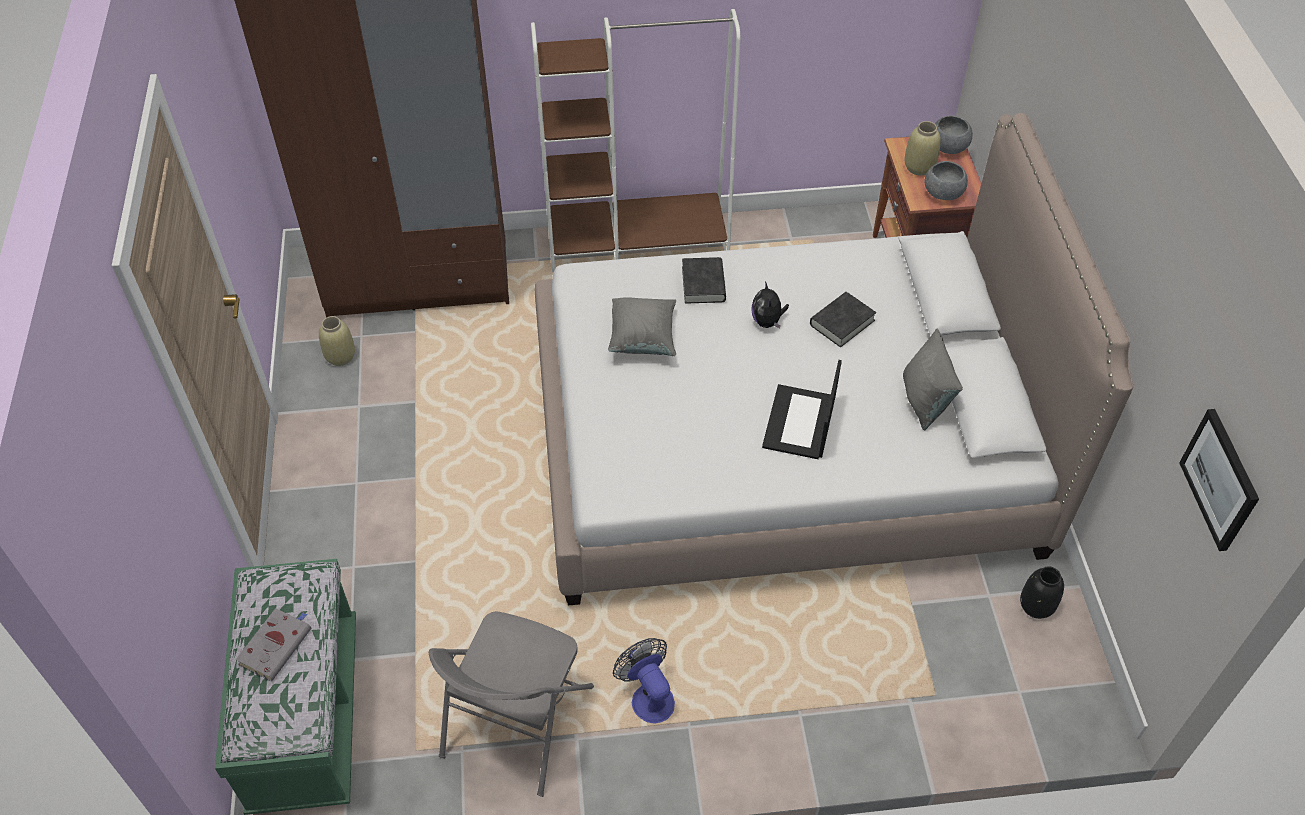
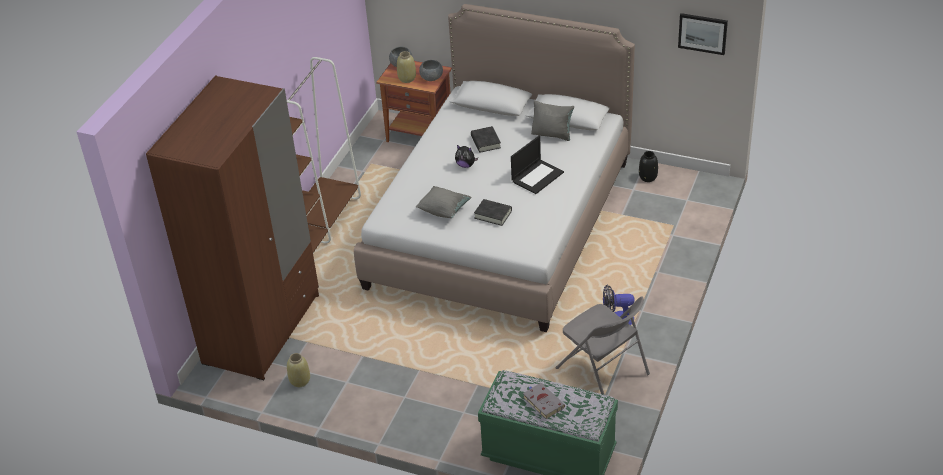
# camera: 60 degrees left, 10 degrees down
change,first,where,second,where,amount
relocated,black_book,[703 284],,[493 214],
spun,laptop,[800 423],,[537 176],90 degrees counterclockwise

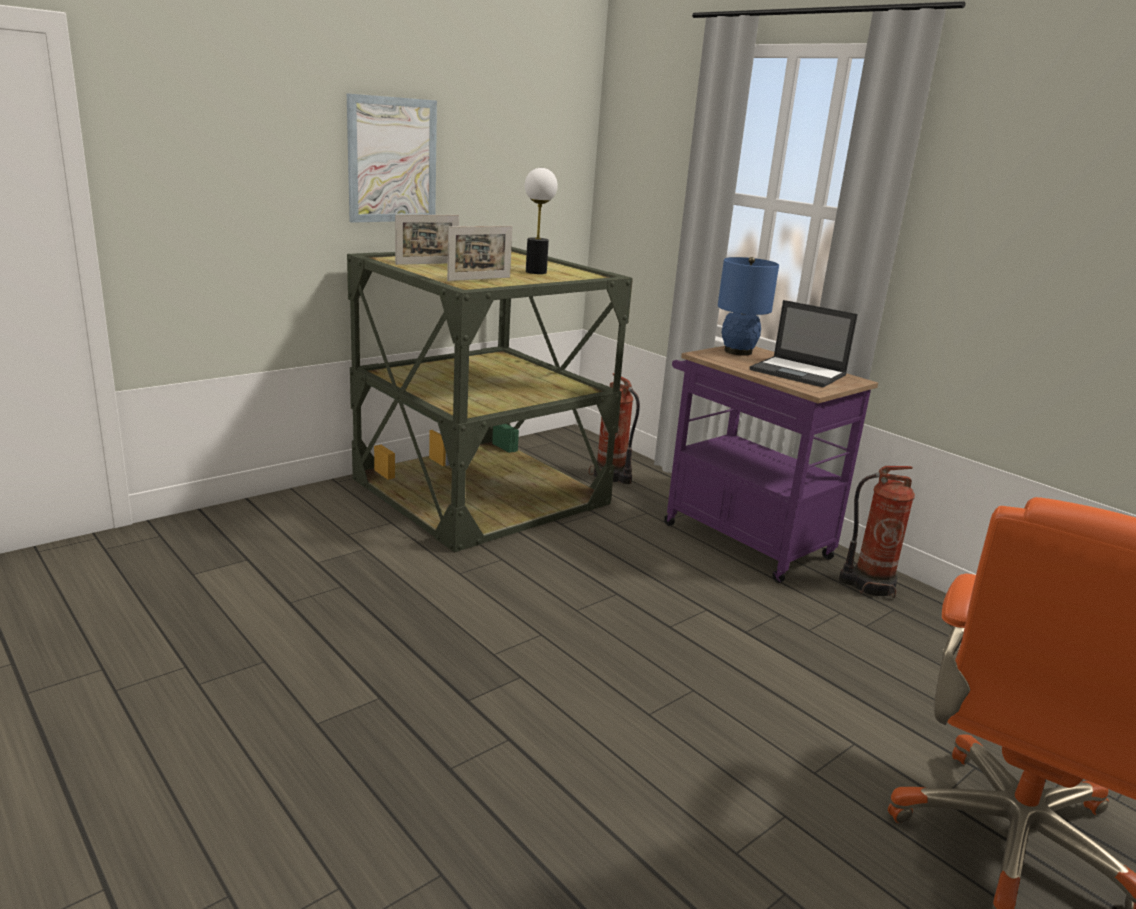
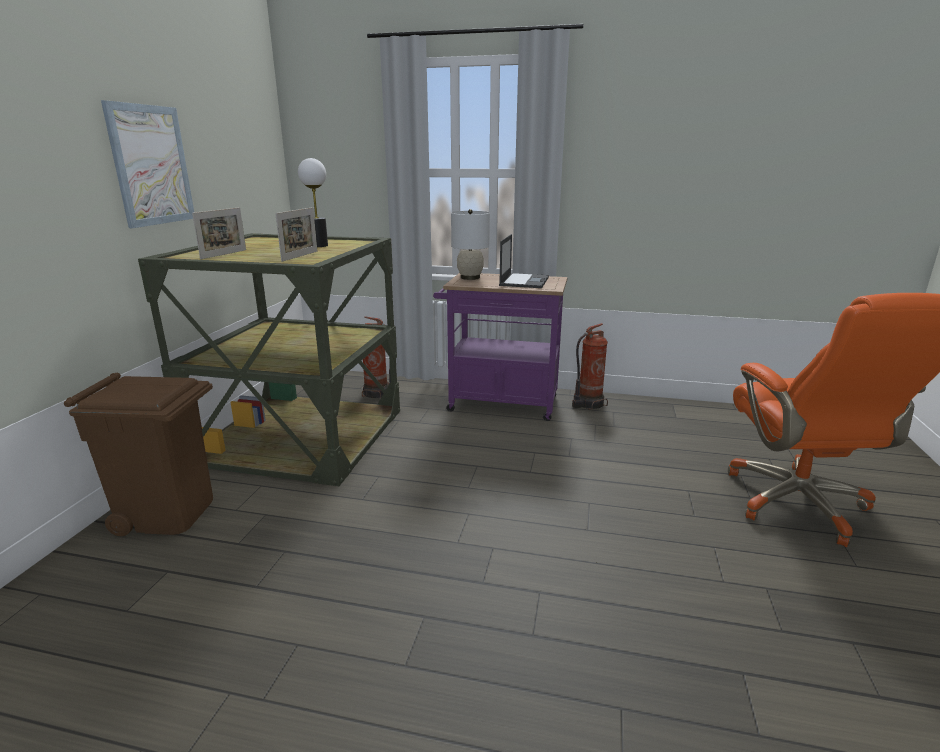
# camera: 35 degrees left, 0 degrees up
change,first,where,second,where,amount
appeared,,,brown_trash_can,[168 513],
colour,blue_table_lamp,[738 352],white_table_lamp,[470 277],
spun,laptop,[799 372],,[524 281],75 degrees counterclockwise

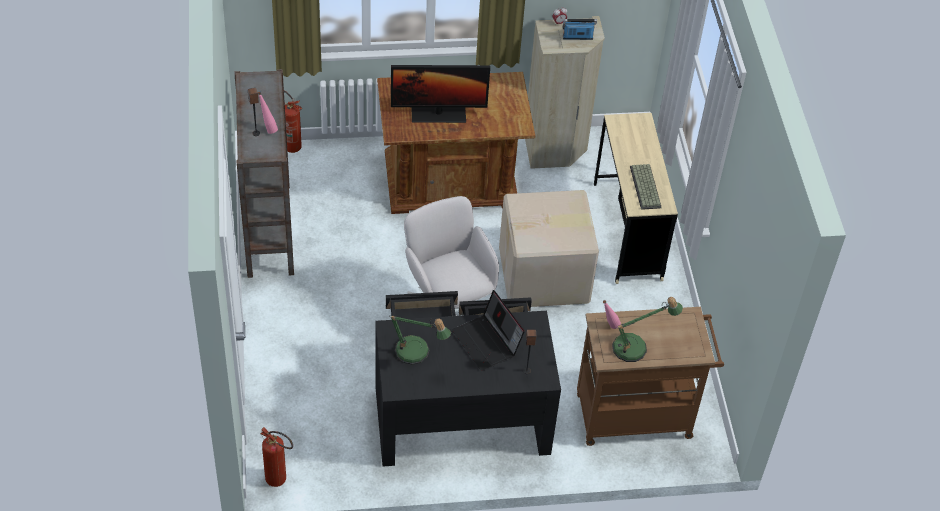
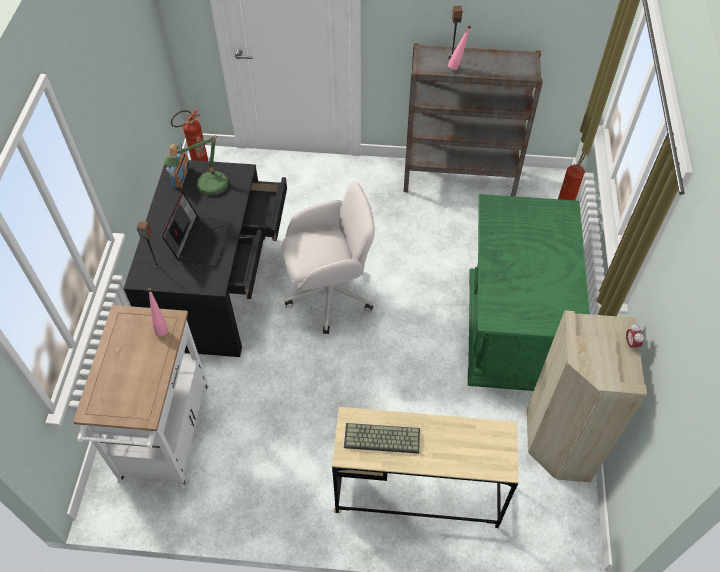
# camera: 105 degrees right, 5 degrees up
change,first,where,second,where,amount
missing,monitor,[438 113],,,
missing,cardboard_box,[545 276],,,
missing,table_lamp,[635 348],,,
relocated,radio,[577 37],,[181 177],
colour,brown_cabinet,[451 180],green_cabinet,[512 329],
colour,brown_cart,[637 416],white_cart,[164 436],
spun,laptop,[488 342],,[201 240],120 degrees clockwise

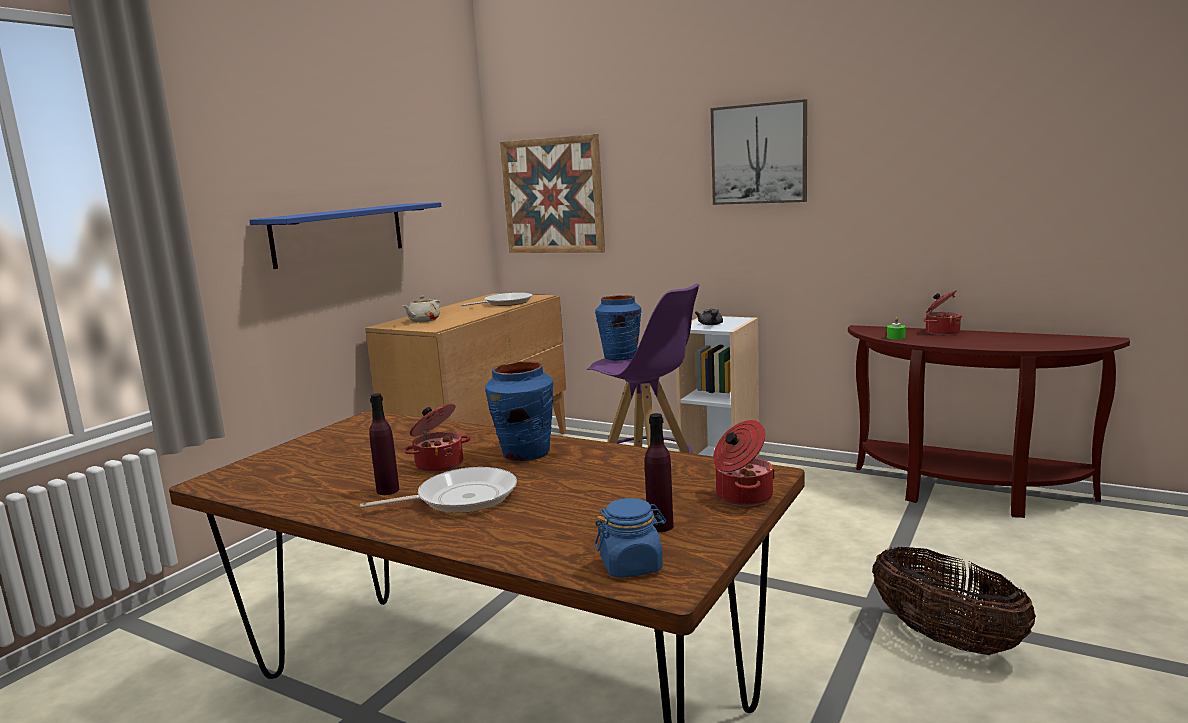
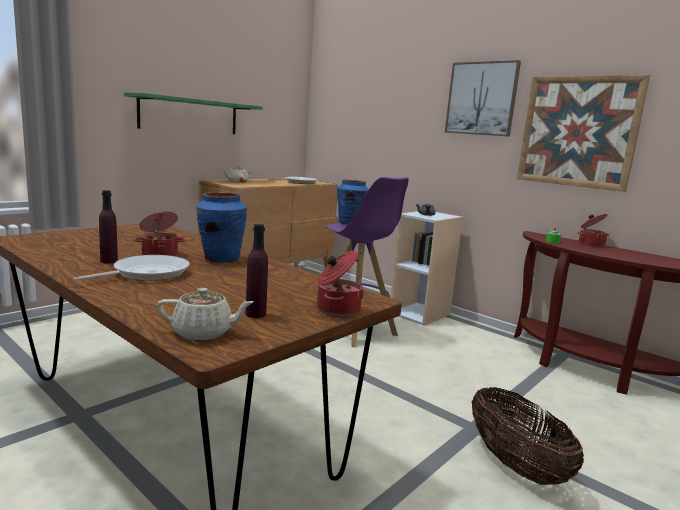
# camera: 10 degrees right, 0 degrees up
change,first,where,second,where,amount
relocated,picture,[552 196],,[578 132],
exchanged,blue_jar,[632 566],beige_teapot,[204 333],
colour,blue_shelf,[339 234],green_shelf,[189 115],
spun,frying_pan,[461 498],,[147 273],45 degrees counterclockwise

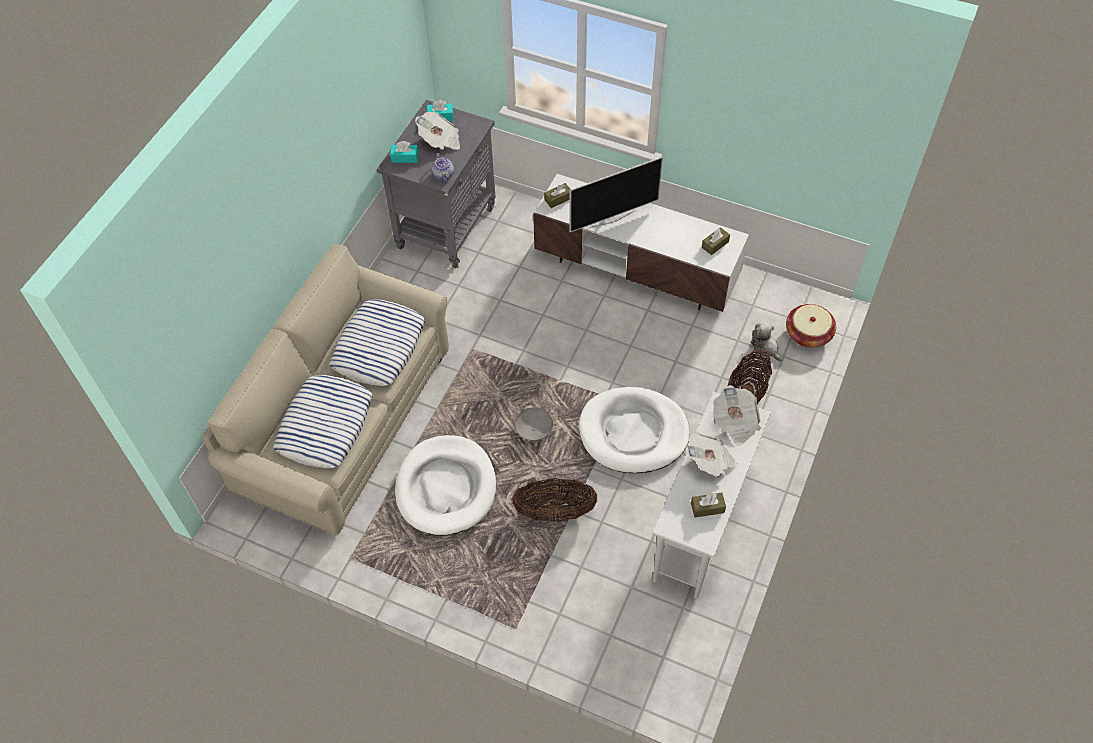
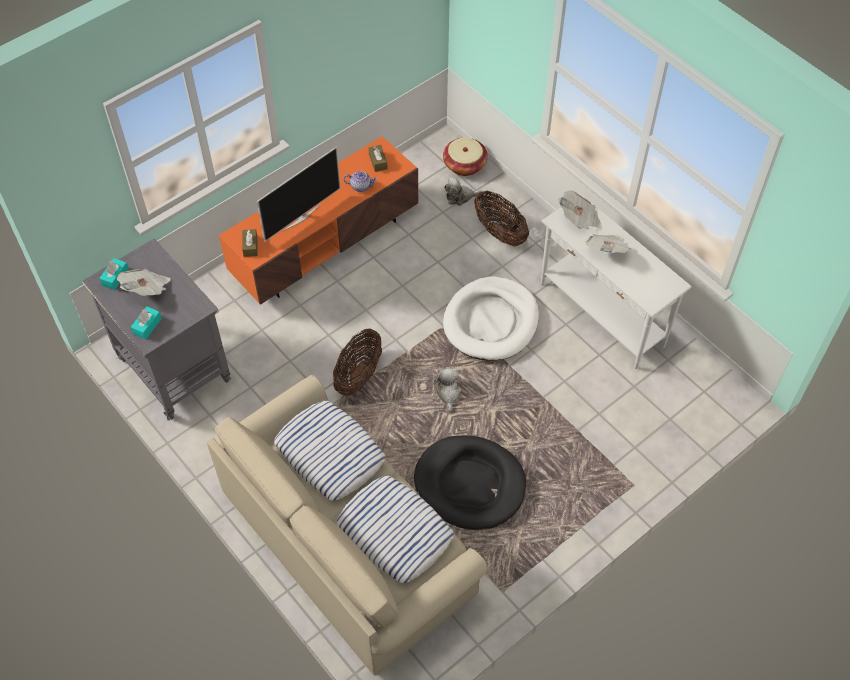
# camera: 65 degrees left, 0 degrees up
change,first,where,second,where,amount
missing,brown_tissue_box,[707 508],,,
relocated,teapot,[444 175],,[361 186],
relocated,basket,[555 512],,[358 375],
exchanged,grey_bowl,[533 430],plush_toy,[448 393],
colour,white_dog_bed,[446 487],black_dog_bed,[469 484],
colour,white_tv_stand,[636 269],orange_tv_stand,[325 246],
spun,television,[612 218],,[300 217],45 degrees clockwise

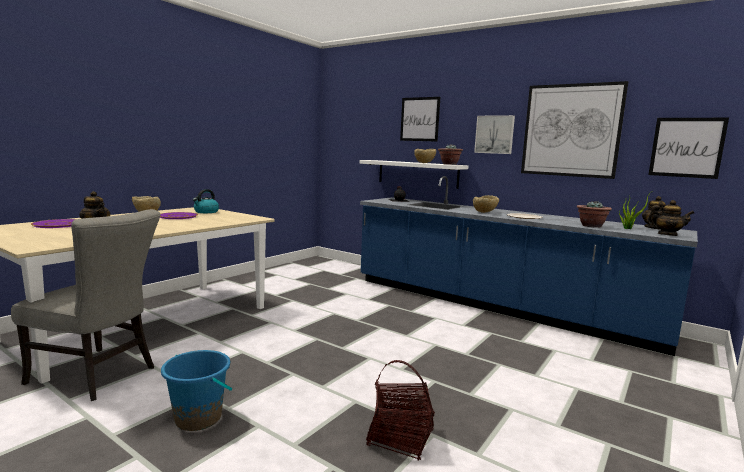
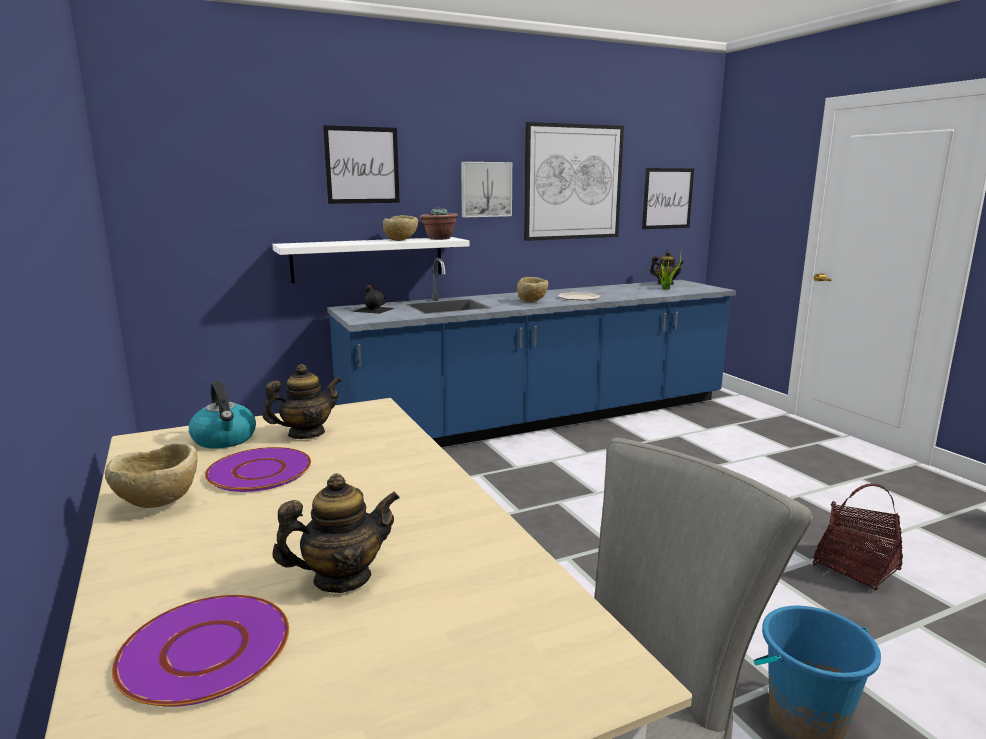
# camera: 60 degrees left, 5 degrees up
change,first,where,second,where,amount
missing,potted_plant,[591 226],,,
relocated,teapot,[667 235],,[306 434],

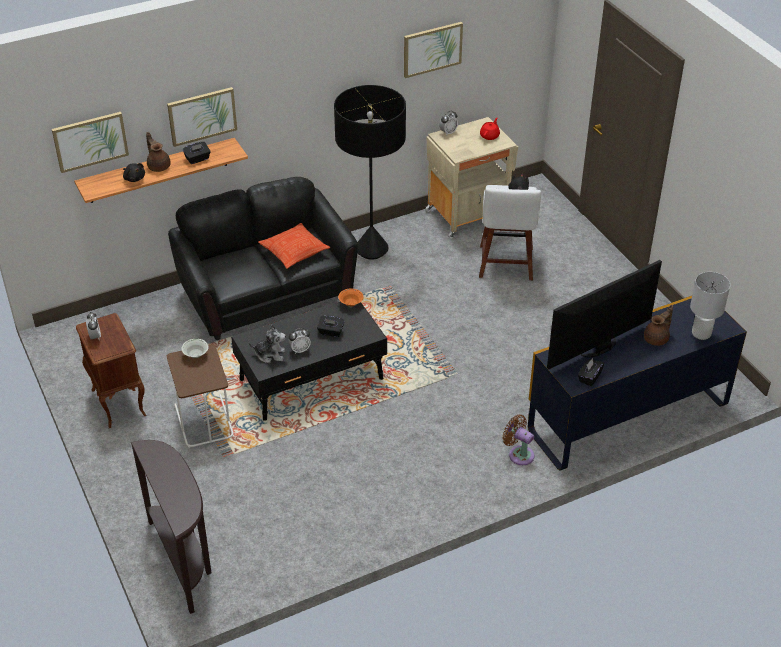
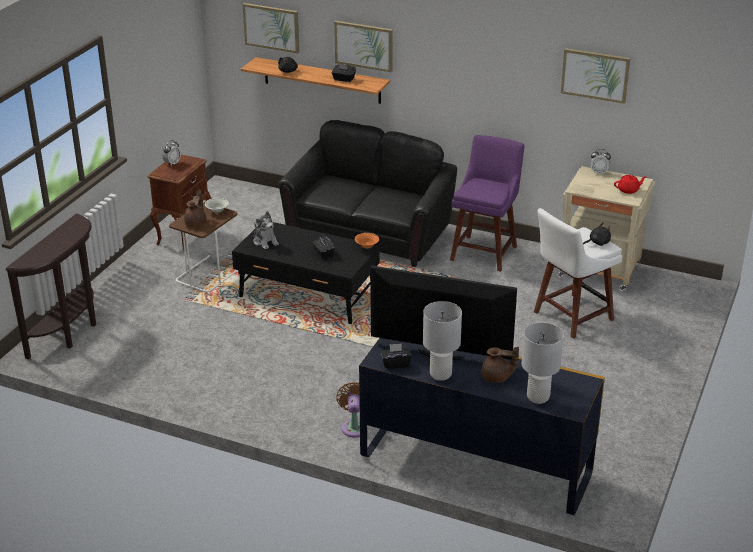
# camera: 50 degrees right, 10 degrees down
change,first,where,second,where,amount
missing,orange_pillow,[294 252],,,
missing,alarm_clock,[300 350],,,
appeared,,,grey_table_lamp,[440 376],
relocated,brown_teapot,[158 166],,[196 223],
exchanged,black_floor_lamp,[371 251],purple_stool,[485 252],

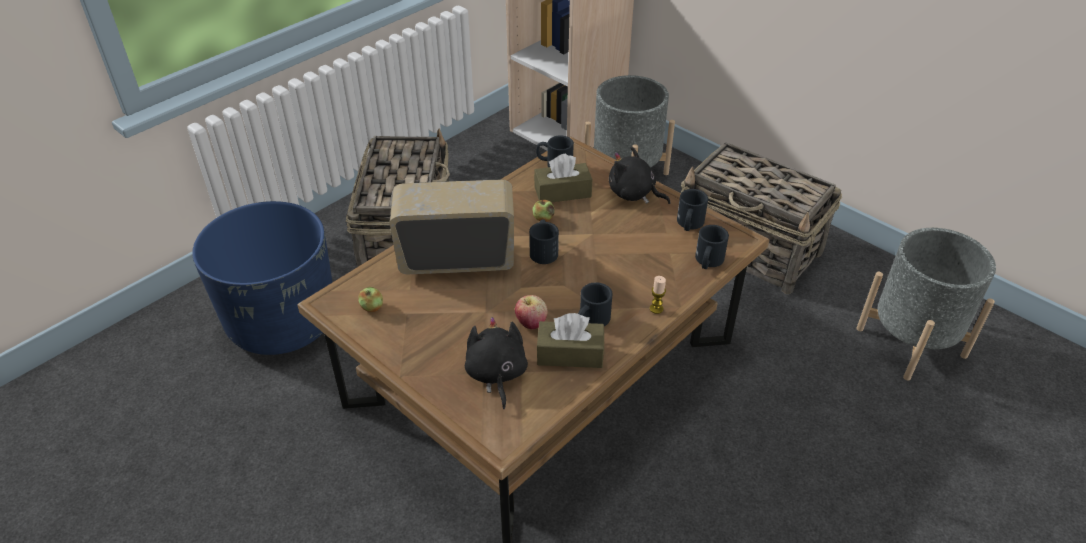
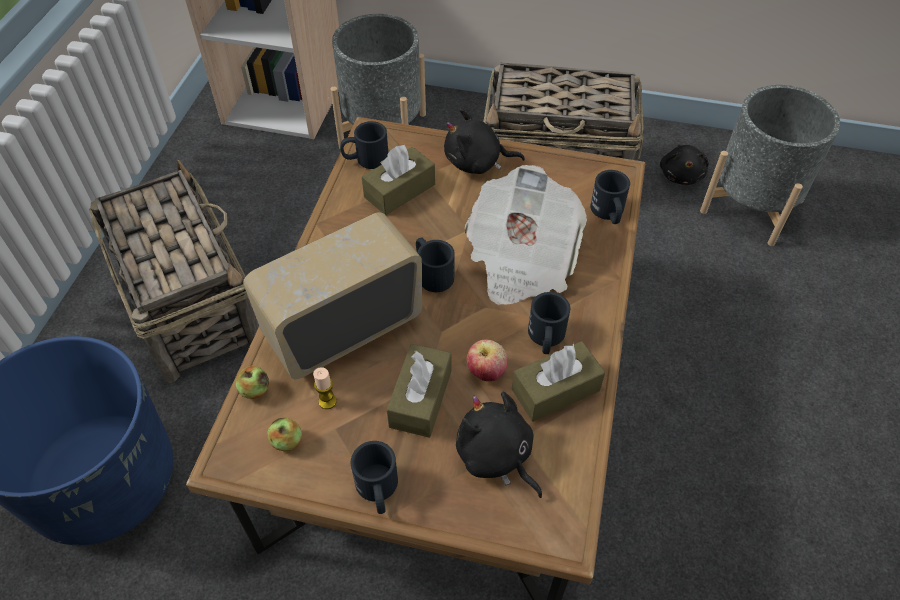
# camera: 30 degrees left, 10 degrees up
change,first,where,second,where,amount
appeared,,,brown_tissue_box,[420 398],
appeared,,,newspaper,[521 259],
appeared,,,black_plush_toy,[681 174],
relocated,apple,[543 218],,[255 390],
relocated,candle,[656 309],,[327 401],
relocated,black_mug,[689 224],,[378 490],

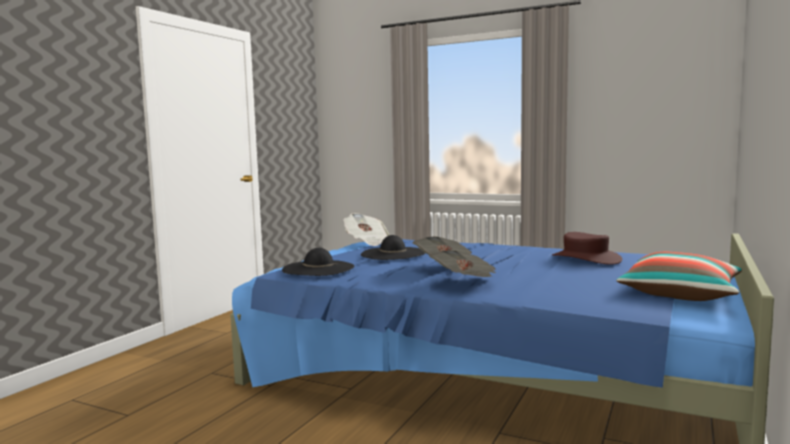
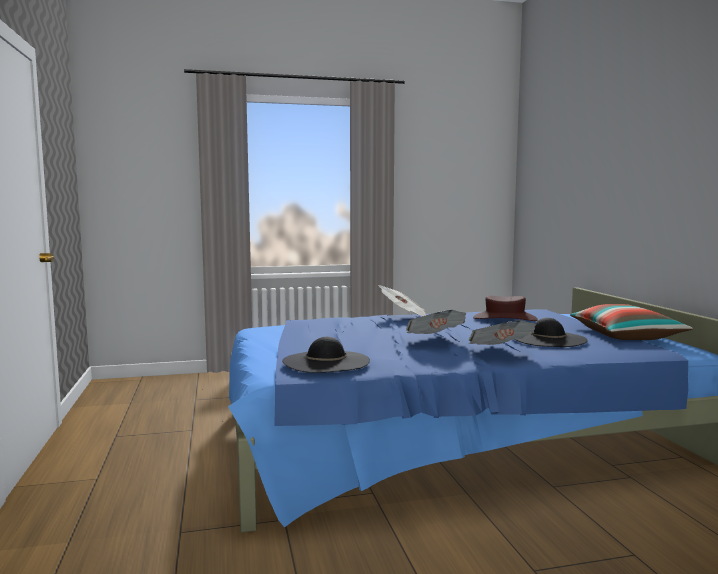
# camera: 40 degrees left, 0 degrees up
change,first,where,second,where,amount
relocated,newspaper,[367 242],,[404 315],
relocated,black_hat,[393 253],,[548 339],

